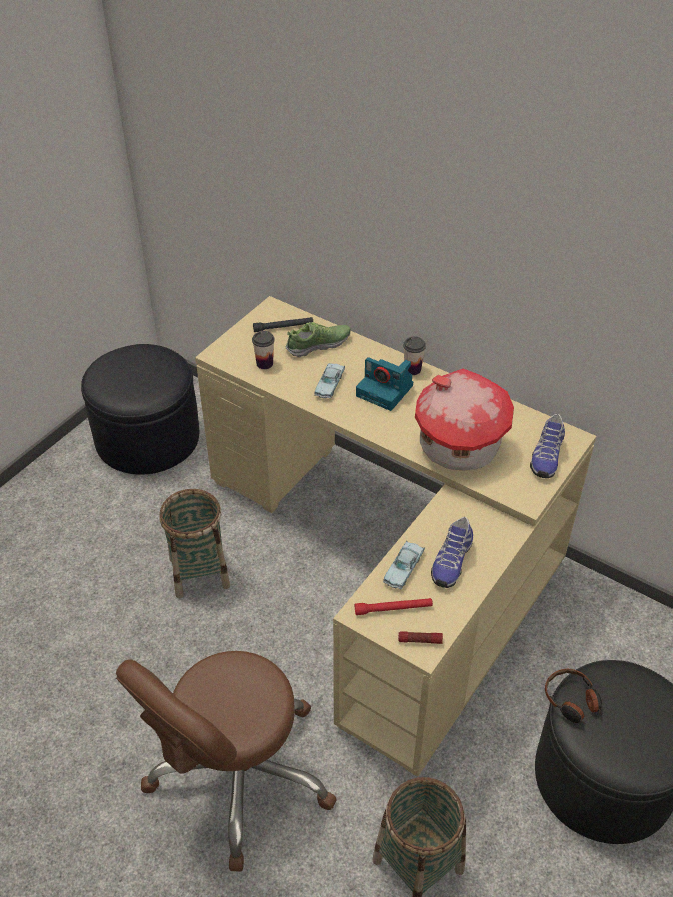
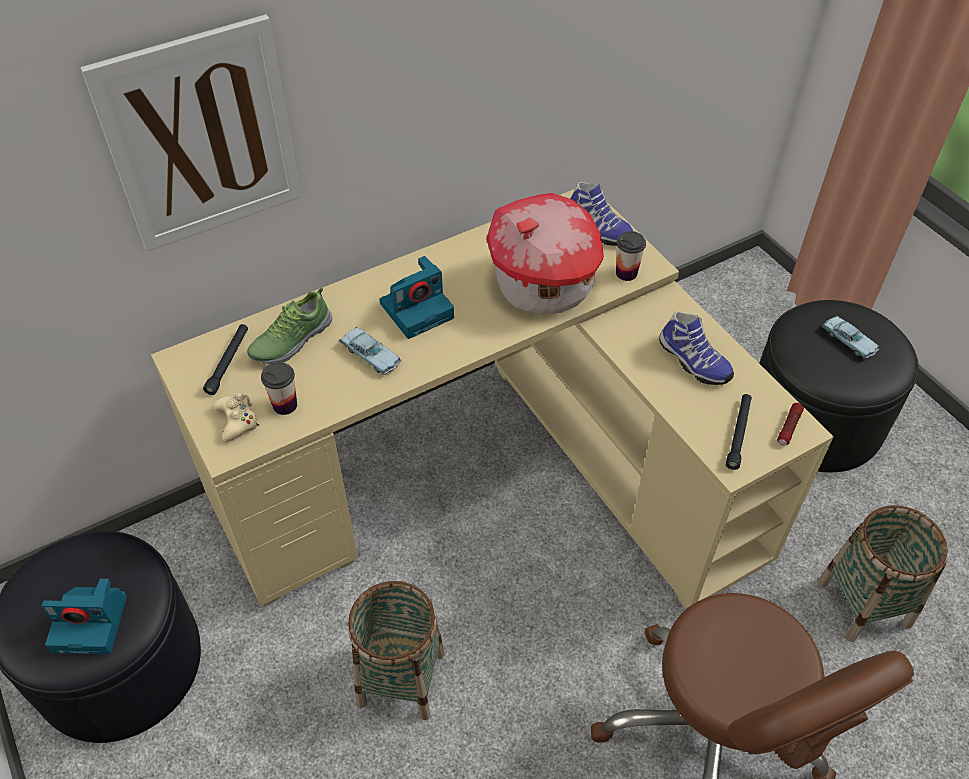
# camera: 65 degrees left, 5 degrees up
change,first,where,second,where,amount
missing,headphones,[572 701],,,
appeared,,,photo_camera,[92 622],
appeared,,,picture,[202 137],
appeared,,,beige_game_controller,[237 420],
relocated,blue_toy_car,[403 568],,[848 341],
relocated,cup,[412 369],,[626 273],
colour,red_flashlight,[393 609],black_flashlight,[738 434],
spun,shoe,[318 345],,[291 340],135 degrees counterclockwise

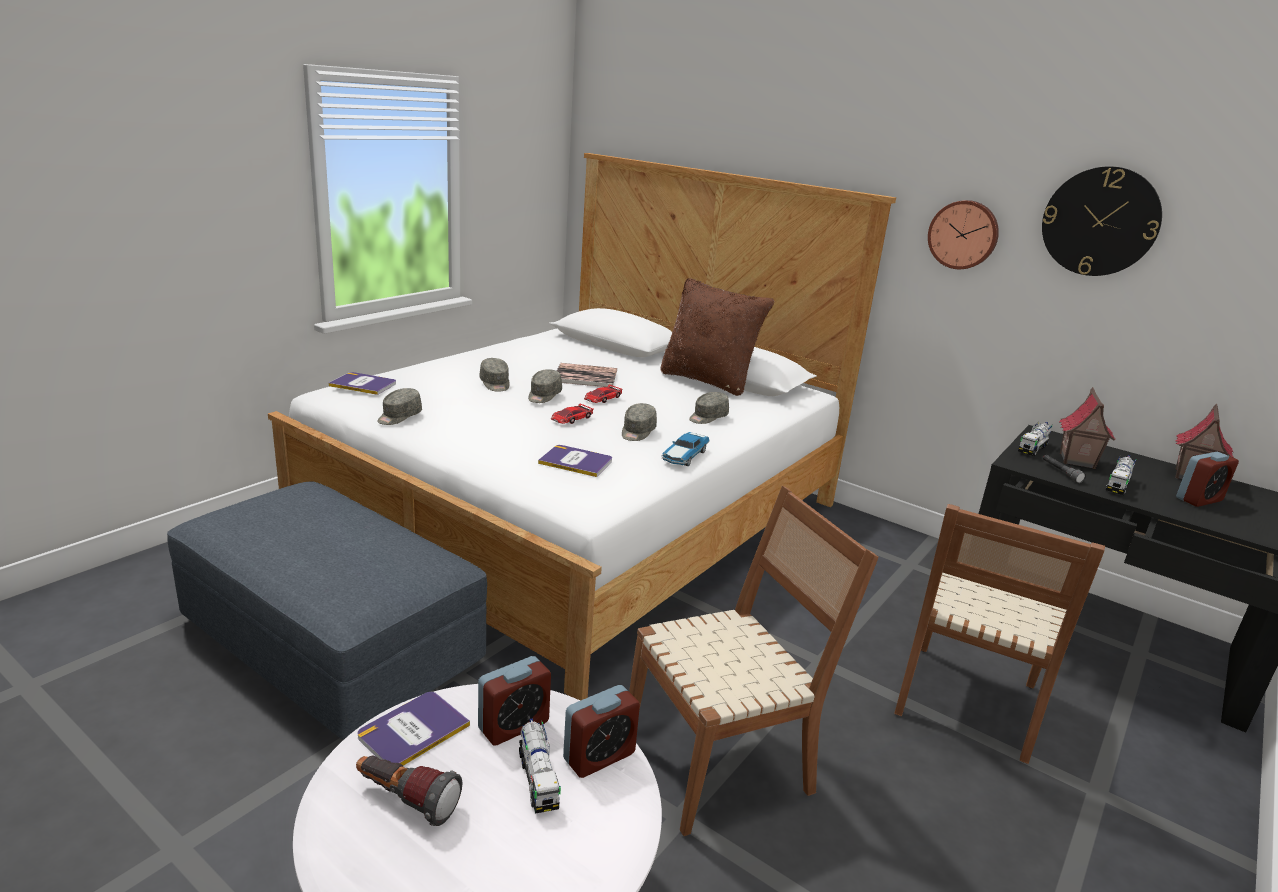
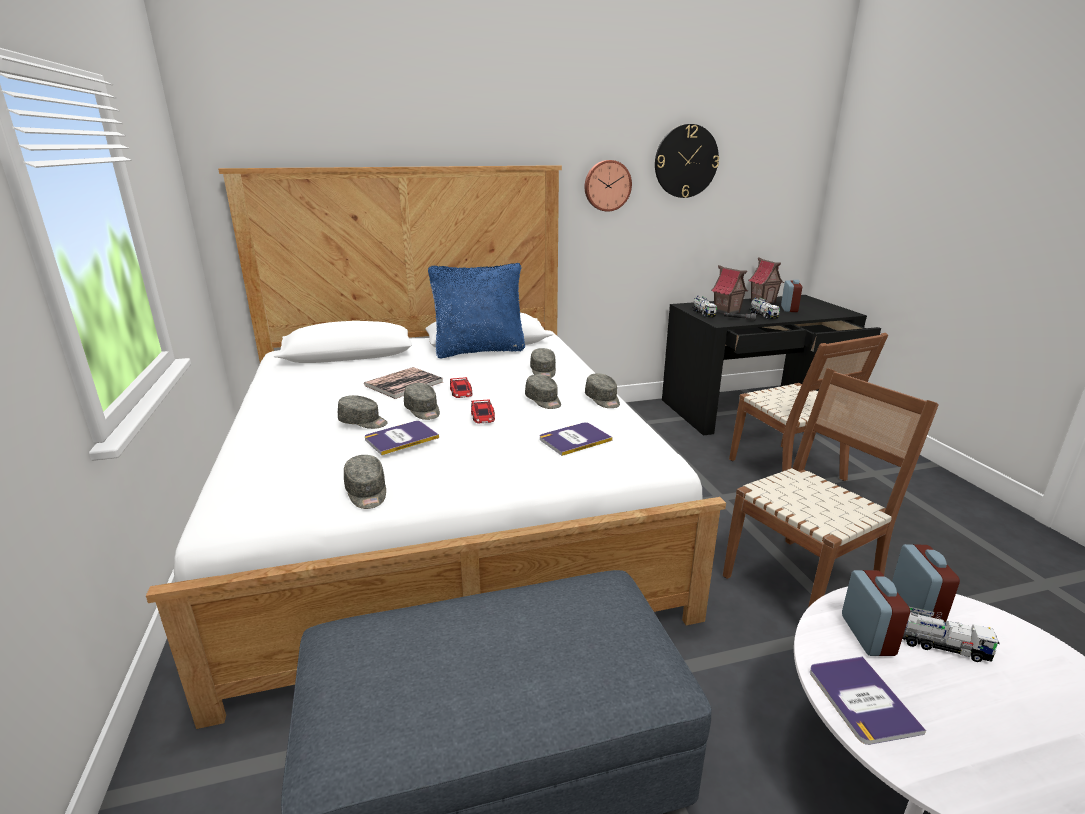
# camera: 50 degrees left, 0 degrees up
change,first,where,second,where,amount
missing,flashlight,[405 801],,,
relocated,book,[363 384],,[401 438],
exchanged,toy_car,[684 456],grey_cap,[603 400],
colour,brown_pillow,[707 383],blue_pillow,[480 352],
spun,chair,[724 762],,[803 582],45 degrees clockwise

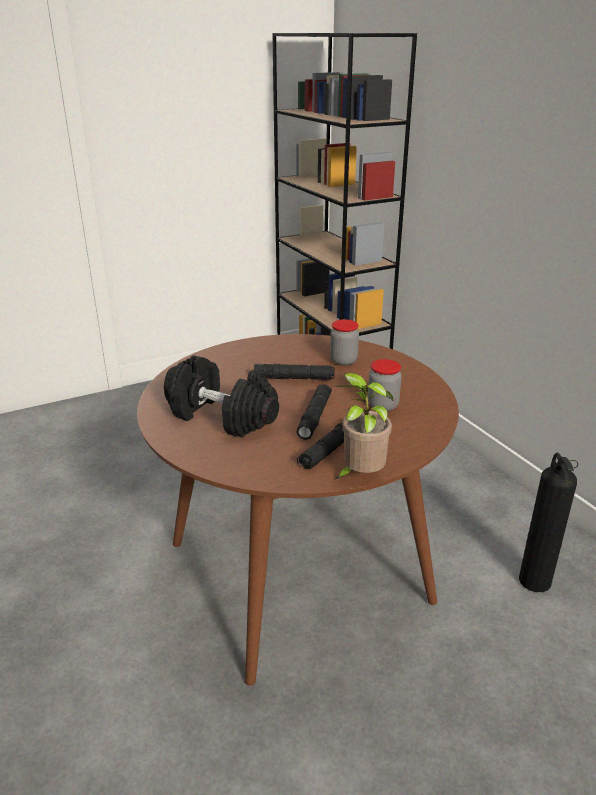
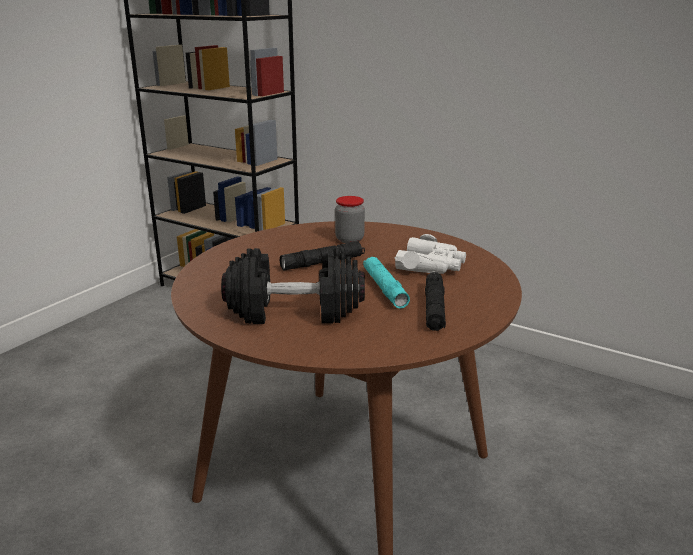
# camera: 30 degrees left, 5 degrees down
change,first,where,second,where,amount
missing,potted_plant,[360 476],,,
missing,fire_extinguisher,[534 580],,,
exchanged,jar,[383 405],white_binoculars,[431 265],
colour,black_flashlight,[314 417],turquoise_flashlight,[384 288],

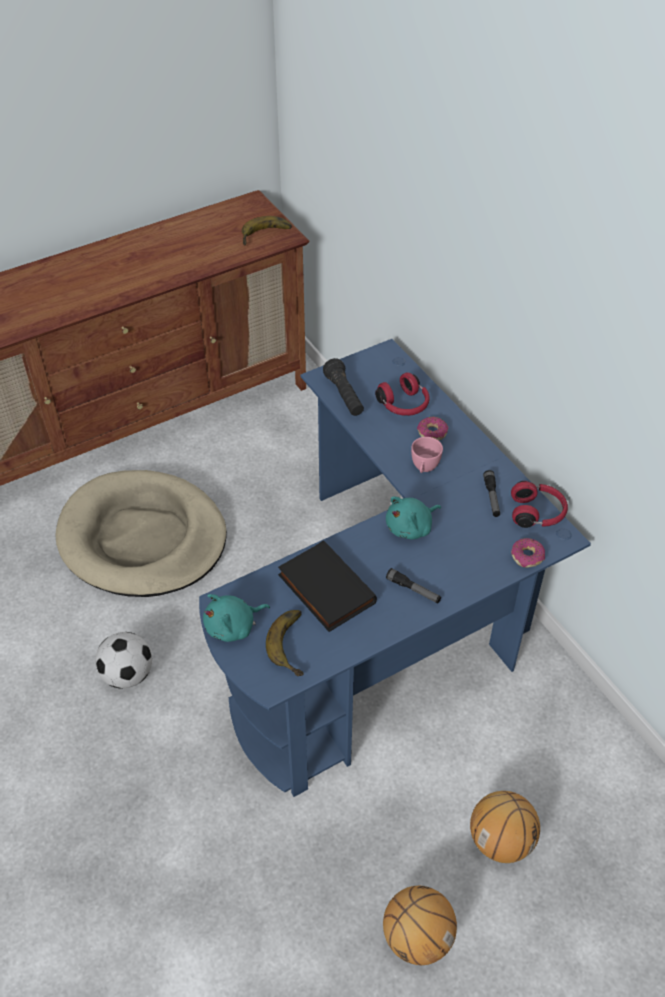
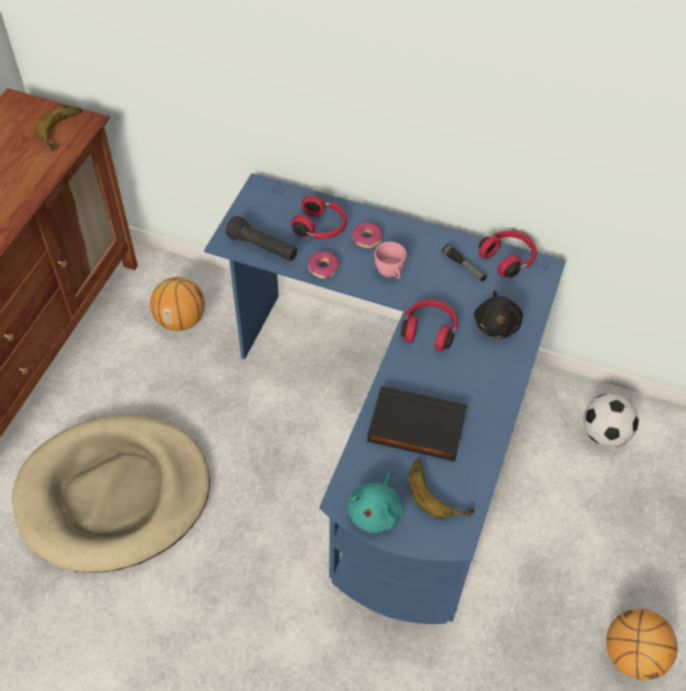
# camera: 40 degrees left, 5 degrees up
change,first,where,second,where,amount
missing,flashlight,[413 590],,,
appeared,,,black_plush_toy,[496 324],
relocated,football,[128 674],,[604 433],
relocated,basketball,[501 840],,[181 320],
relocated,donut,[527 556],,[323 268],
exchanged,turquoise_plush_toy,[411 527],red_headphones,[429 330],

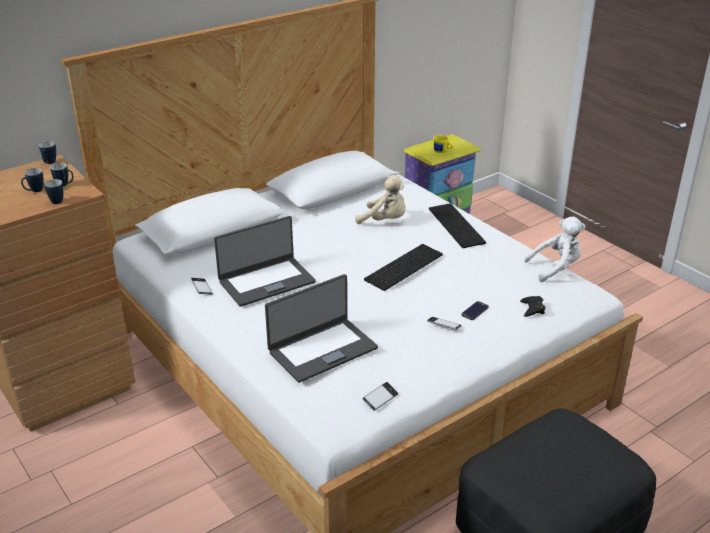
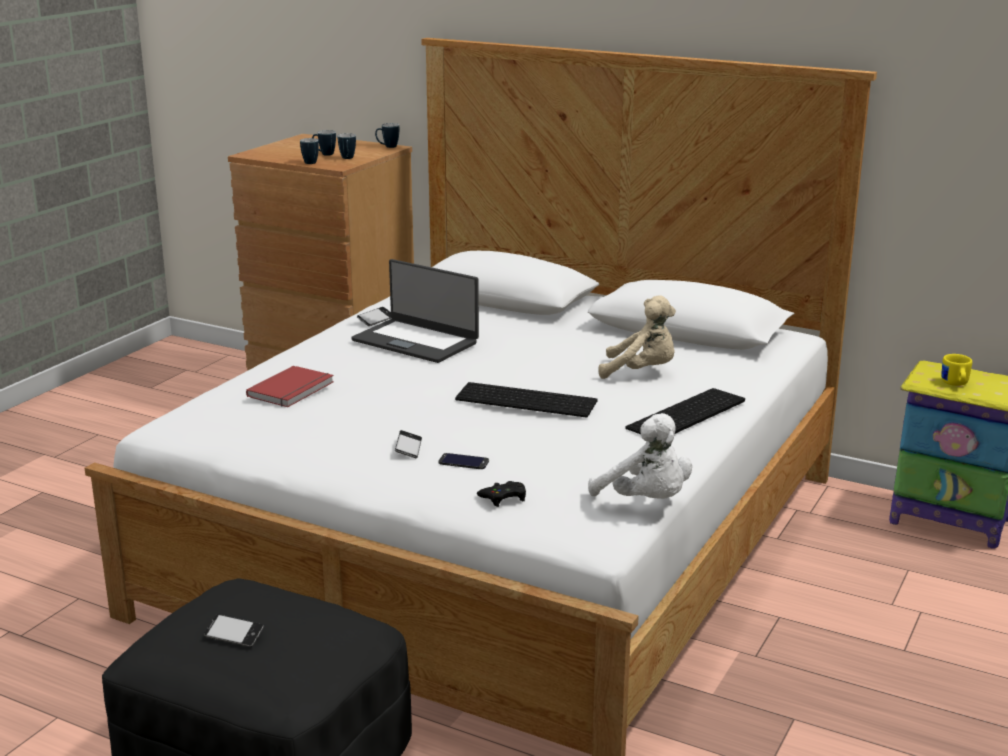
# camera: 65 degrees right, 10 degrees down
change,first,where,second,where,amount
relocated,phone,[380 398],,[234 635],
exchanged,laptop,[322 349],red_book,[293 390],
spun,beige_plush_toy,[385 221],,[641 372],75 degrees counterclockwise

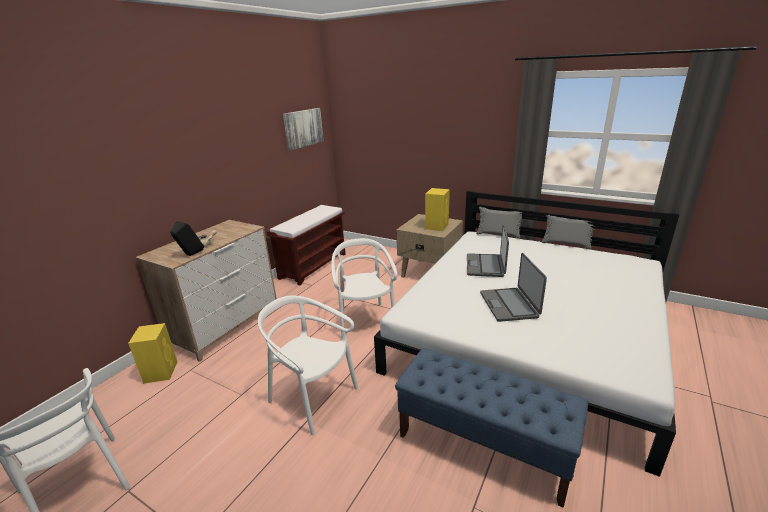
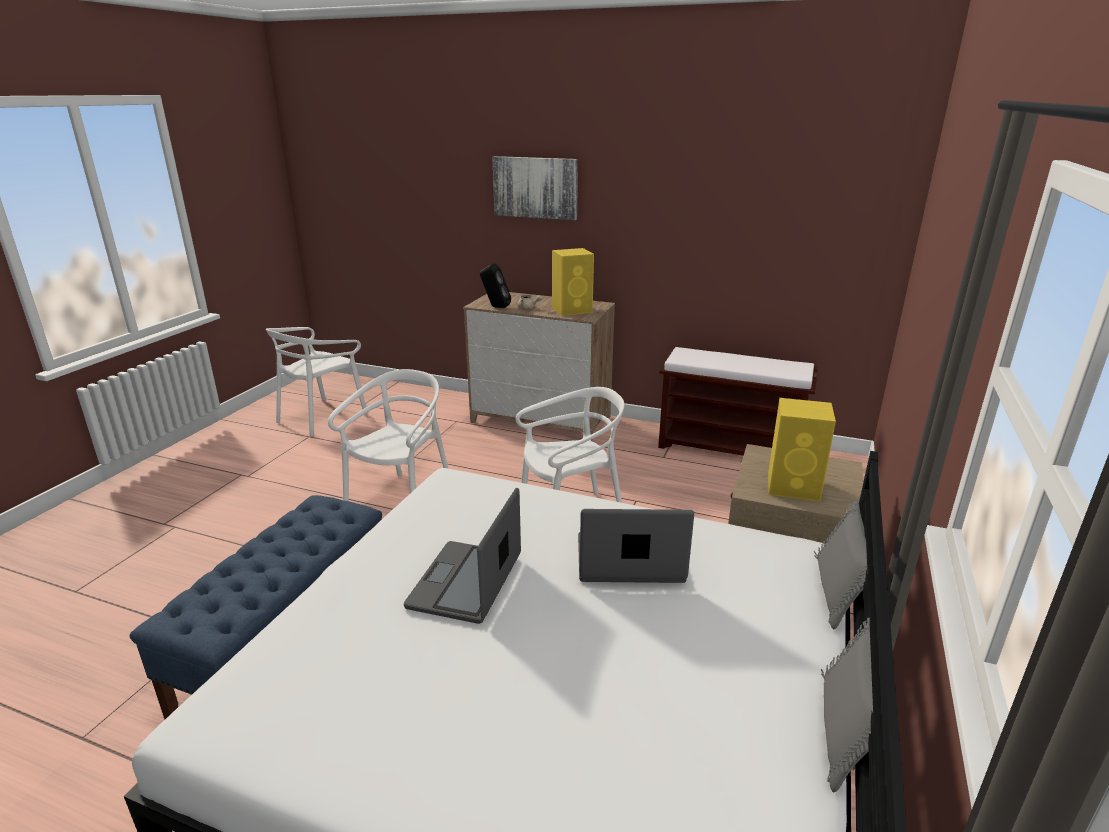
# camera: 80 degrees right, 0 degrees up
change,first,where,second,where,amount
relocated,yellow_speaker,[161 371],,[573 310],
relocated,picture,[303 128],,[535 187],
spun,laptop,[509 305],,[467 583],60 degrees counterclockwise

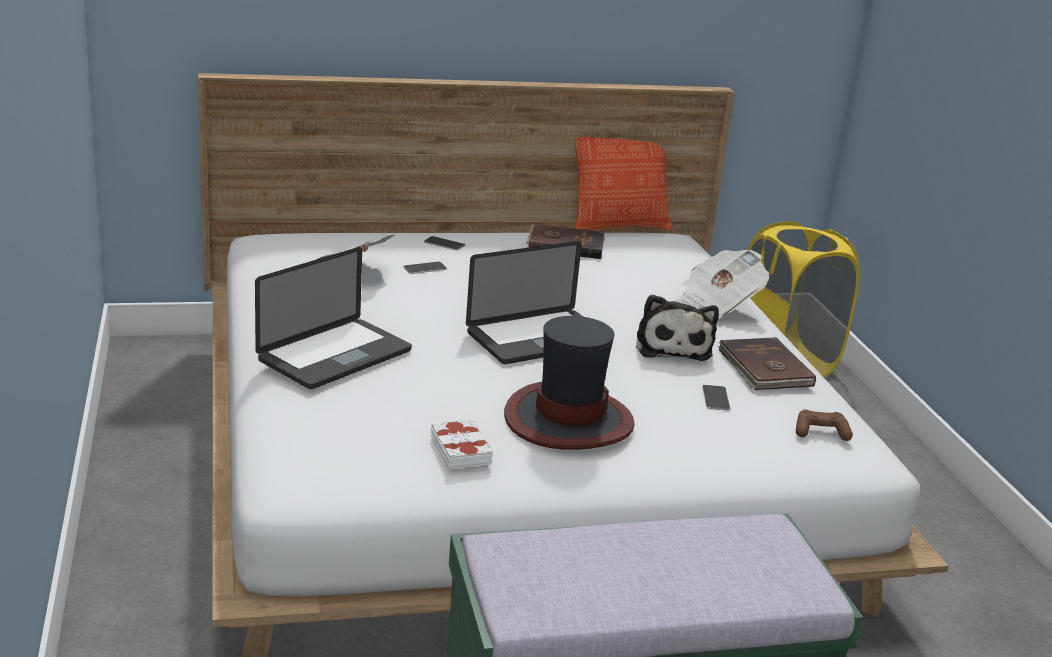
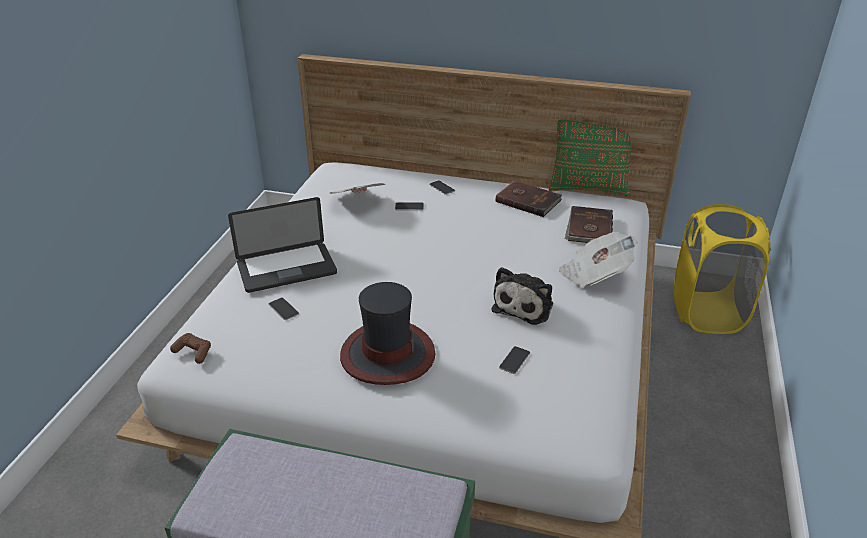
# camera: 30 degrees right, 10 degrees up
change,first,where,second,where,amount
missing,white_book,[461 450],,,
missing,laptop,[538 339],,,
appeared,,,phone,[283 309],
relocated,brown_book,[764 368],,[589 228],
relocated,brown_game_controller,[820 432],,[193 352],
colour,orange_pillow,[618 227],green_pillow,[588 189],

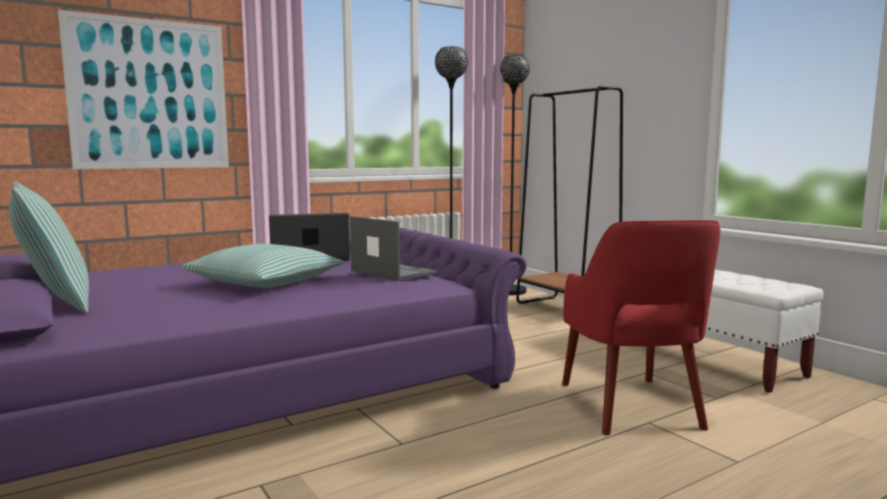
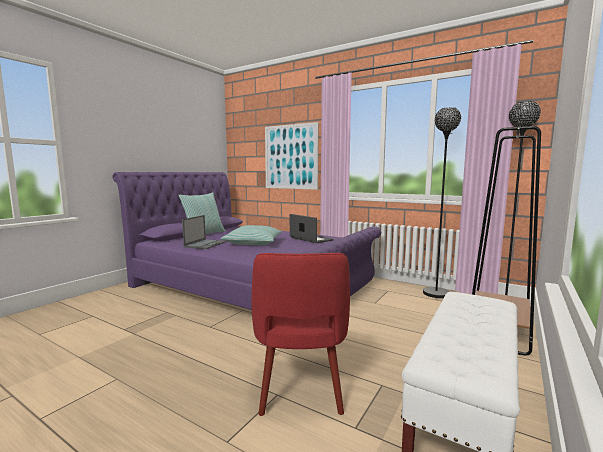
# camera: 65 degrees right, 0 degrees up
change,first,where,second,where,amount
relocated,laptop,[393 272],,[205 244],
spun,red_armchair,[630 407],,[300 384],60 degrees counterclockwise

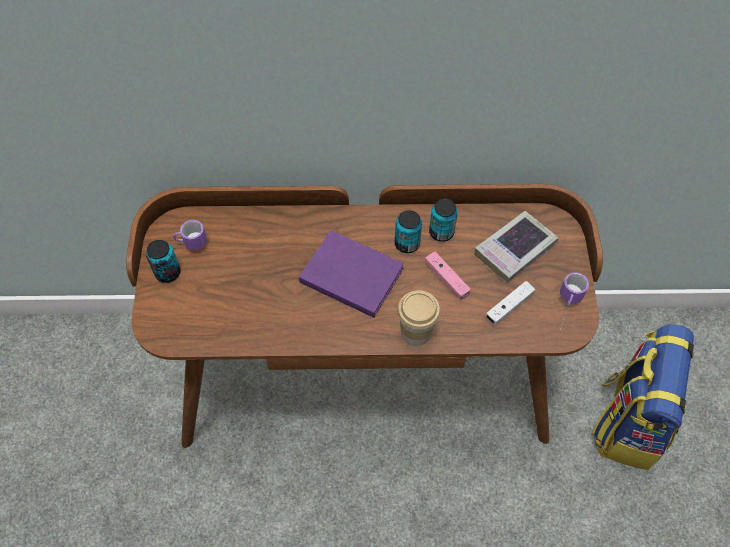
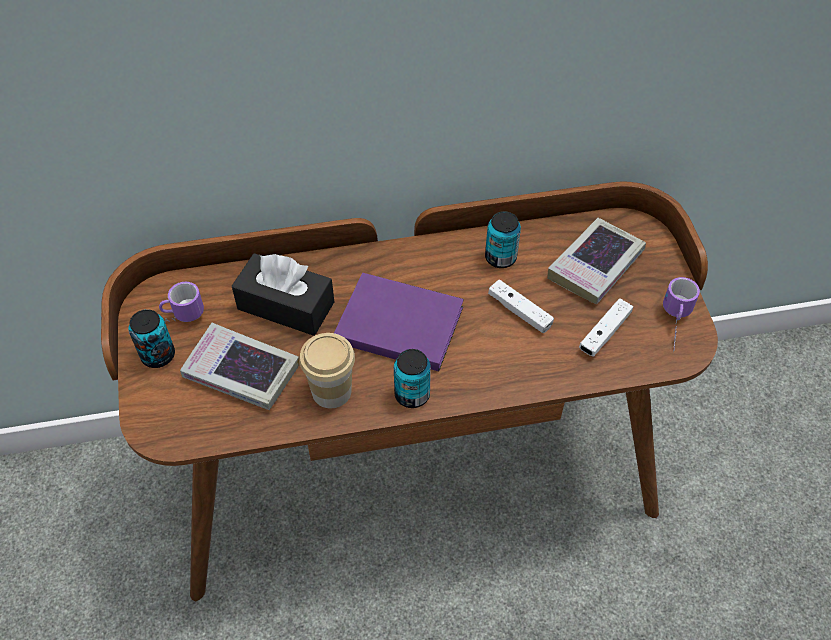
# camera: 10 degrees left, 5 degrees down
change,first,where,second,where,amount
missing,backpack,[627 421],,,
appeared,,,book,[241 372],
appeared,,,black_tissue_box,[286 305],
relocated,can,[407 244],,[412 394],
relocated,cup,[416 332],,[331 391],
colour,pink_game_controller,[446 279],white_game_controller,[519 311],

